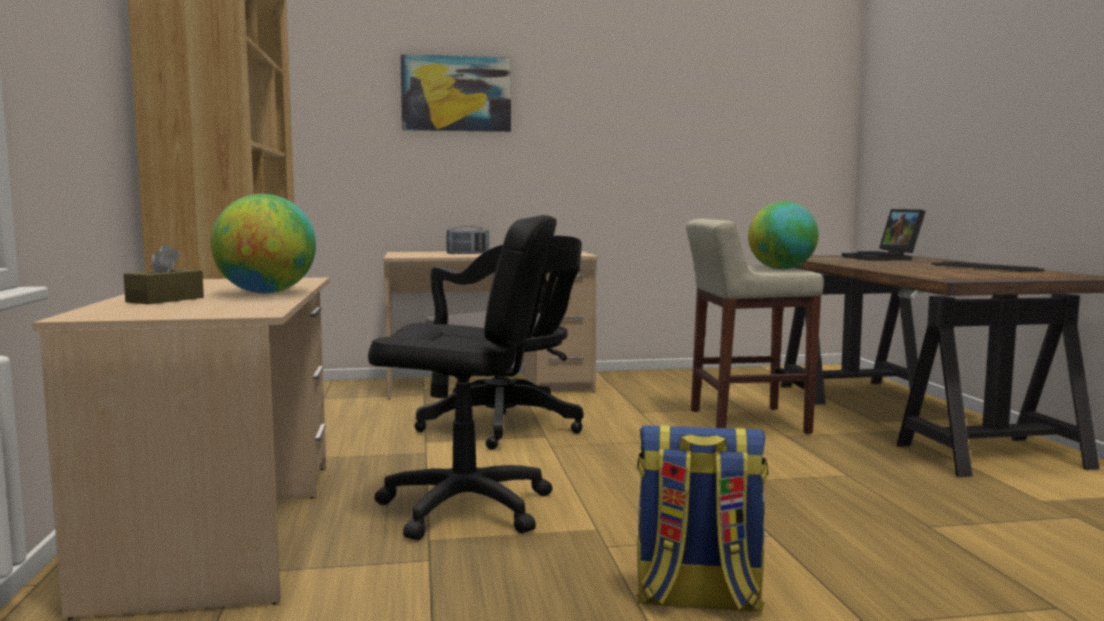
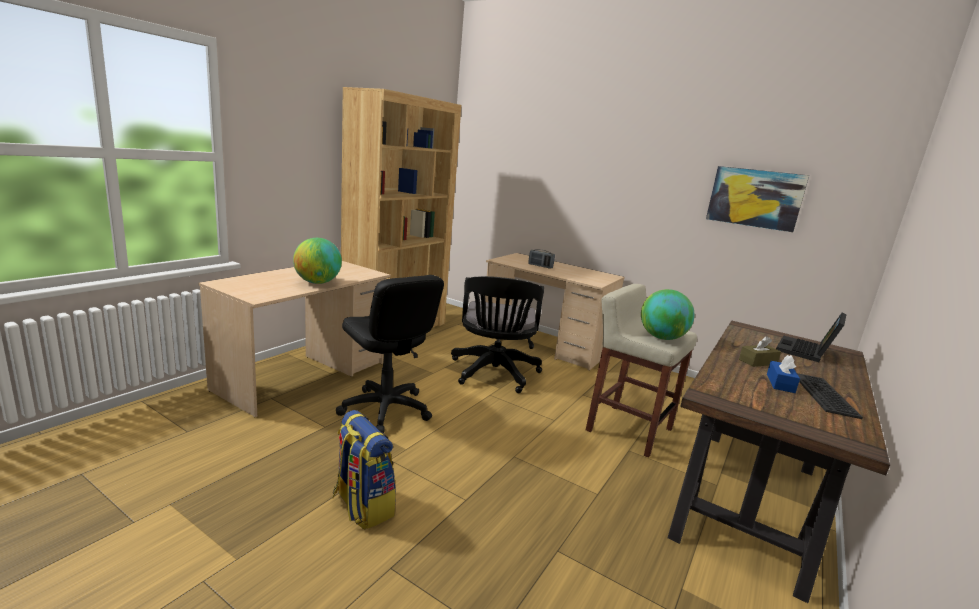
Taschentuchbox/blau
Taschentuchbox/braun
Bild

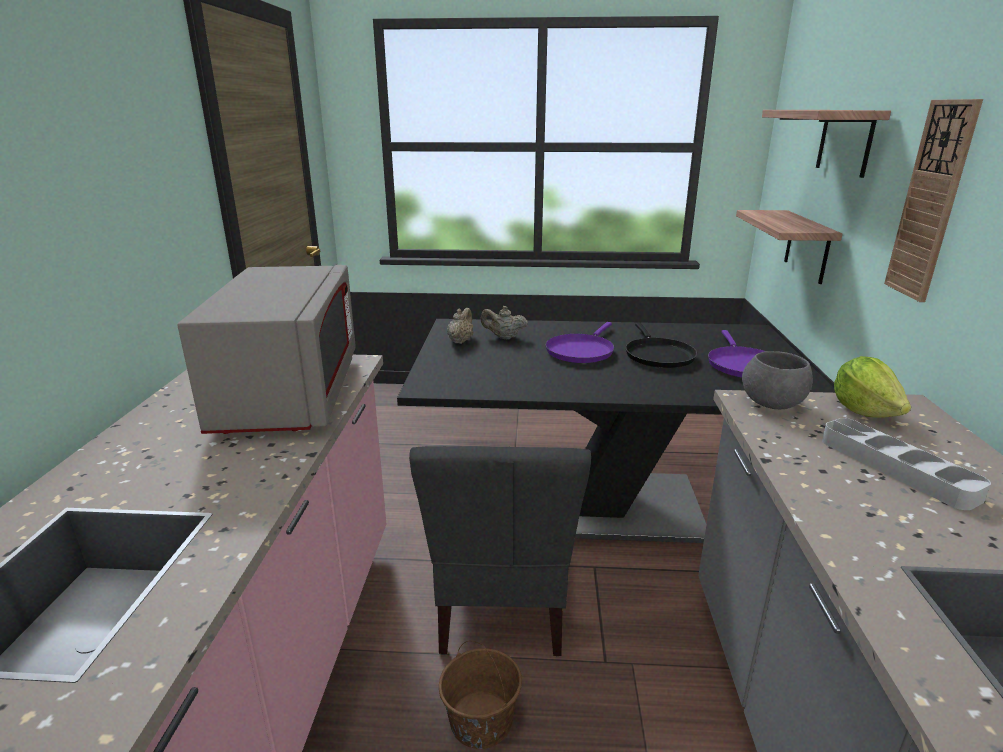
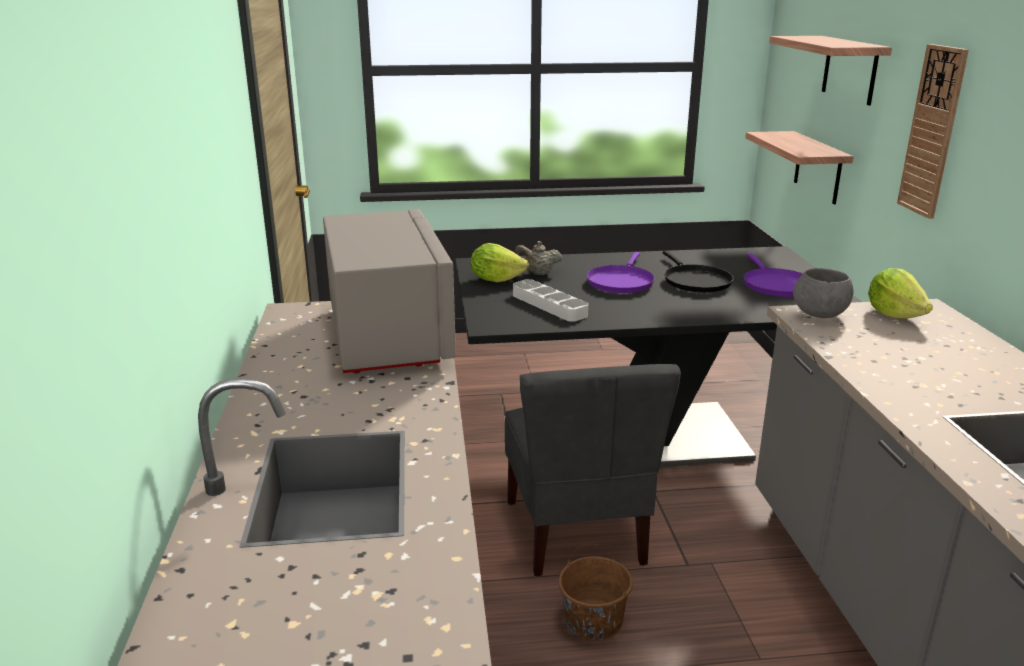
Tablett/grau
Salatkopf (1st from left)

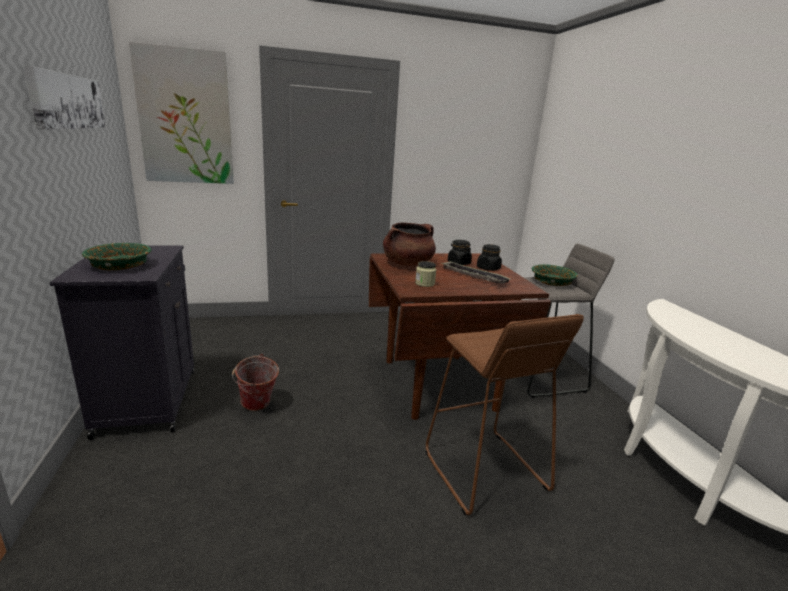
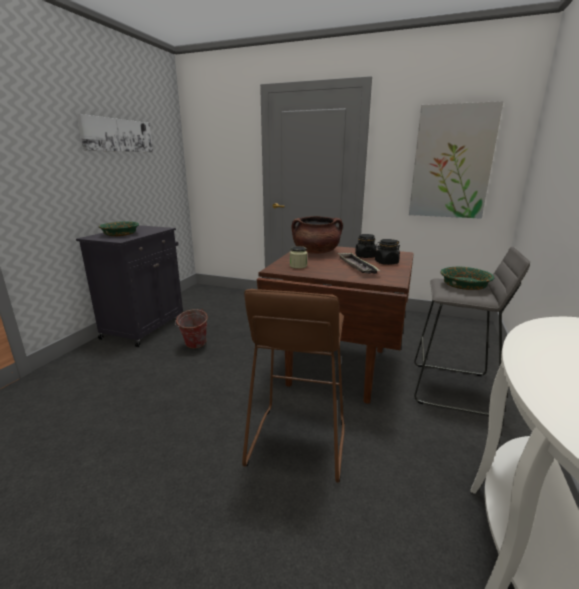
Bild (2nd from left)

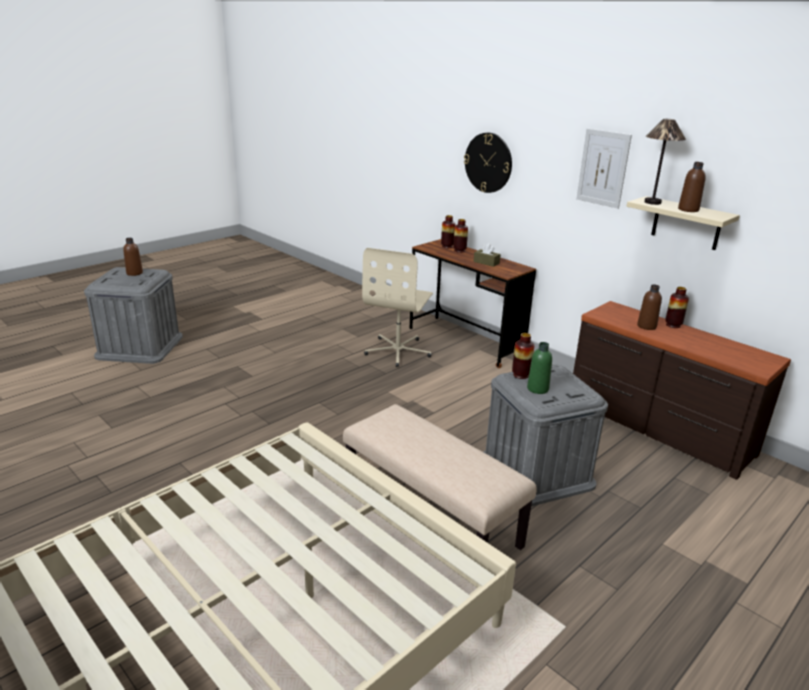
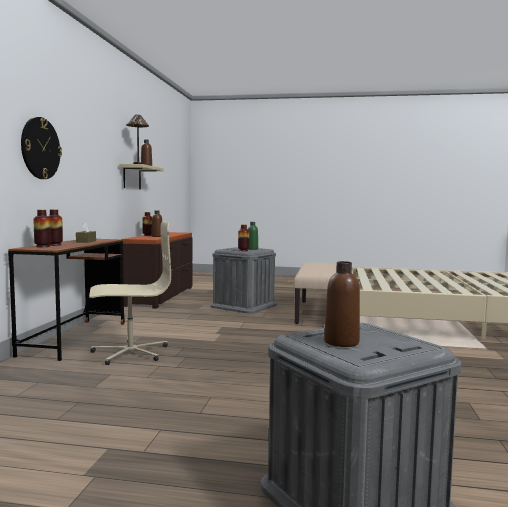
Bild

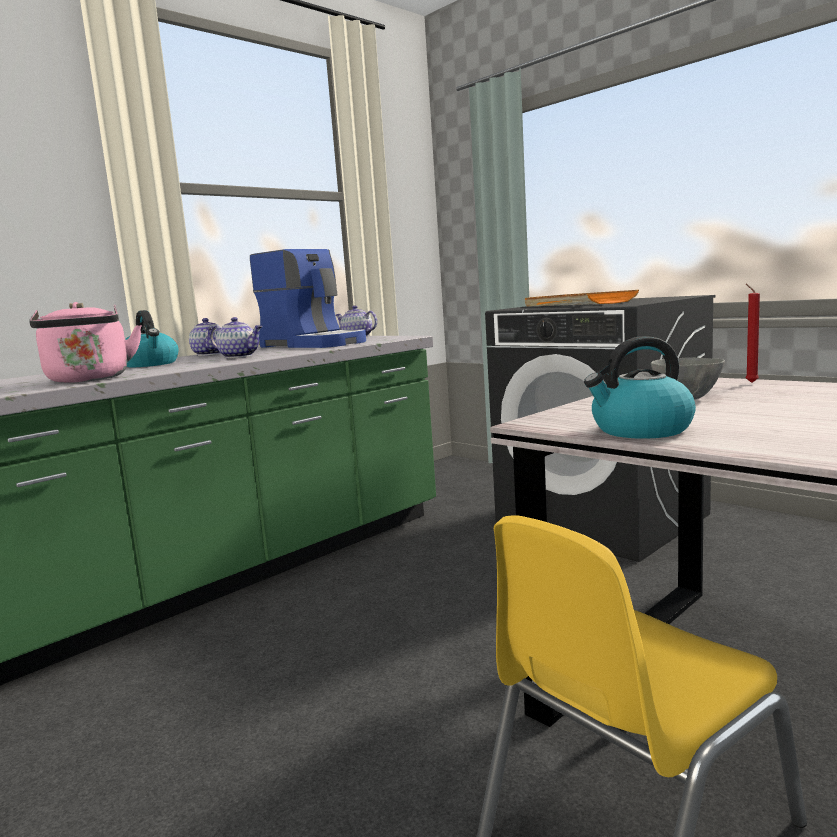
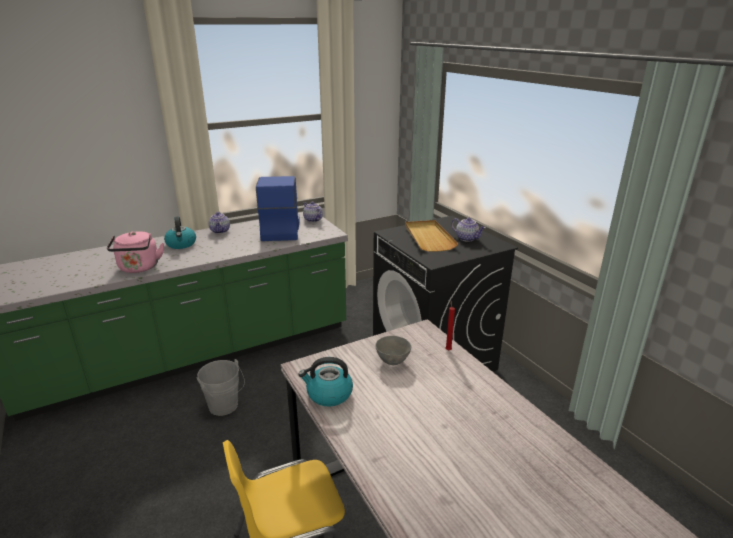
Eimer/grau
Teekanne (3rd from left)
Tablett/beige
Kaffeemaschine

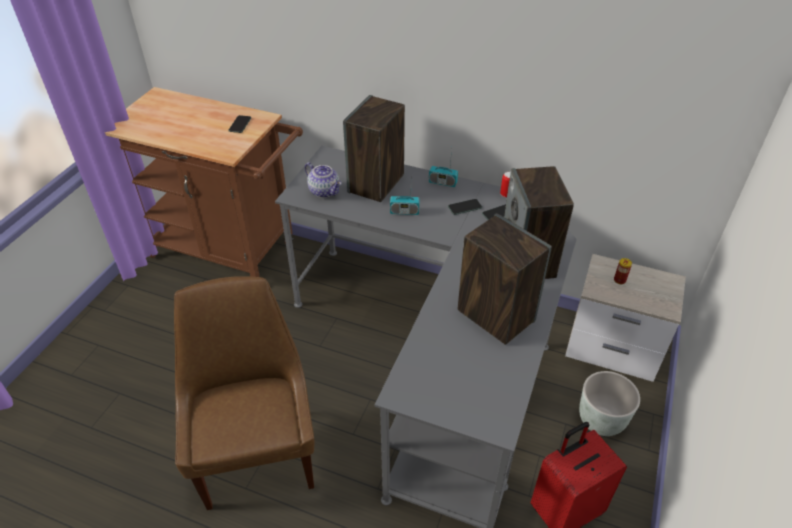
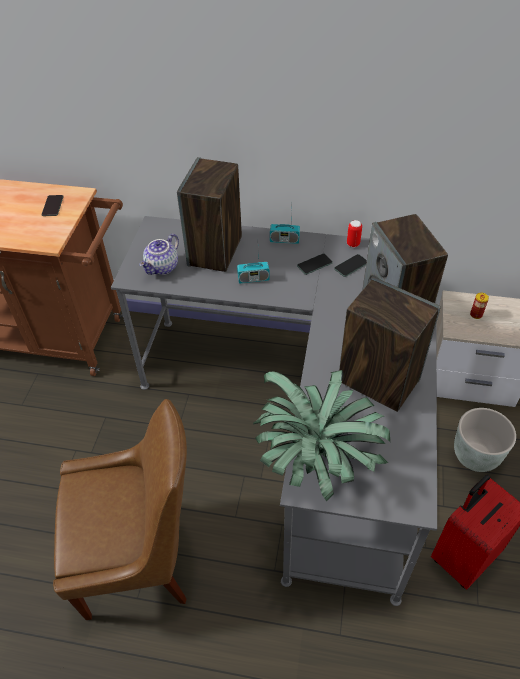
Topfpflanze
Stuhl/braun
Teekanne

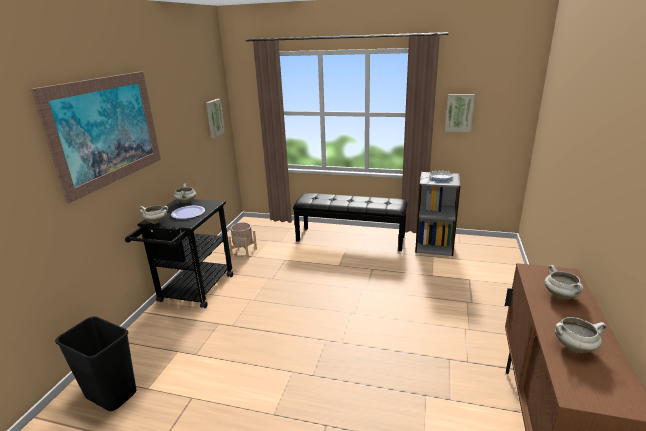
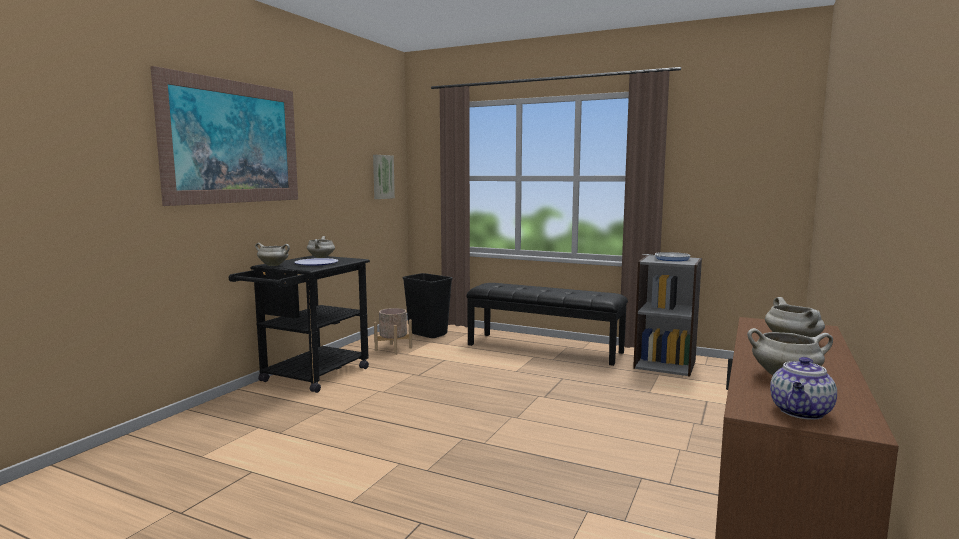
Bild (3rd from left in the first image)
Teekanne
Mülleimer/schwarz

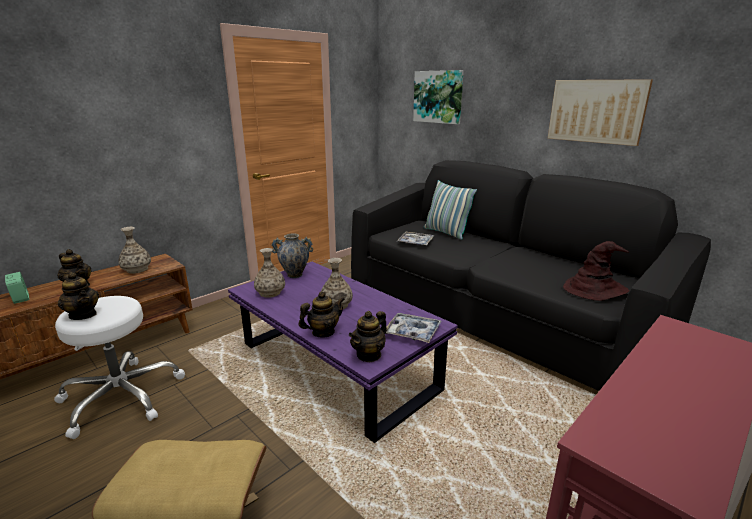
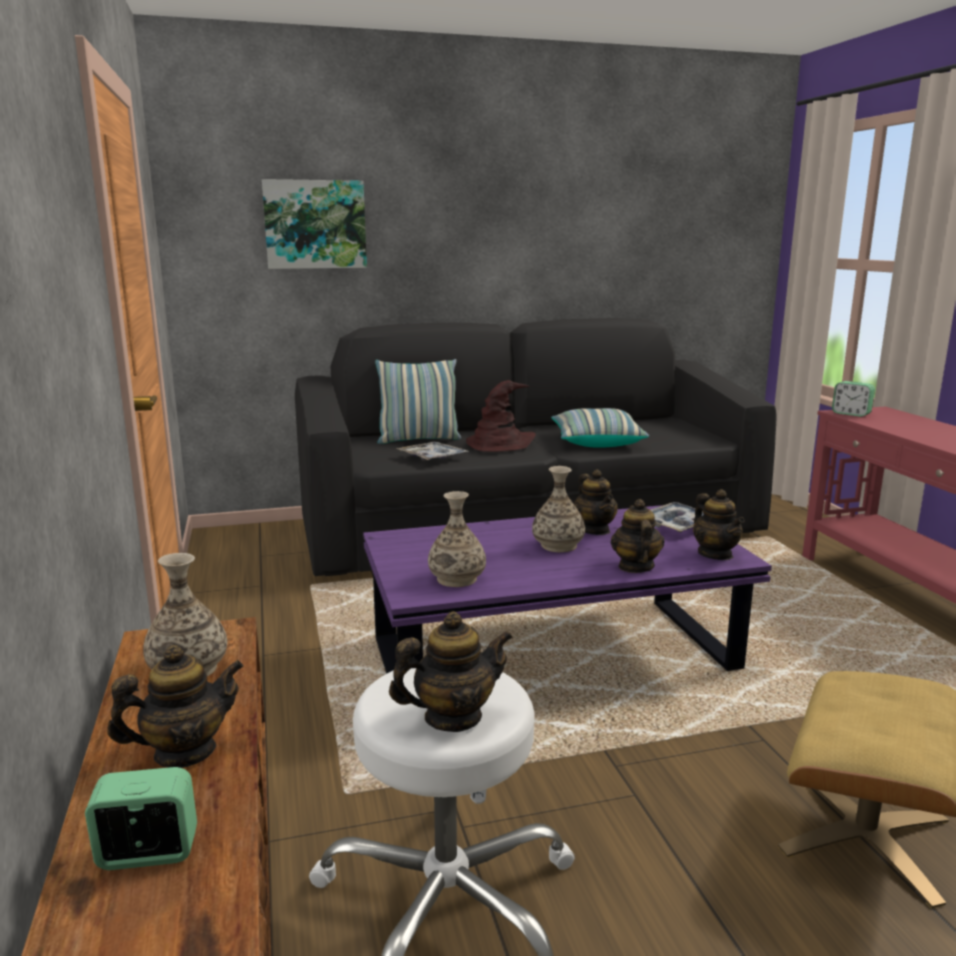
Vase (3rd from left in the first image)
Bild (2nd from left in the first image)
Kissen (2nd from left)
Teekanne (3rd from left)
Wecker (2nd from left)
Hut/braun

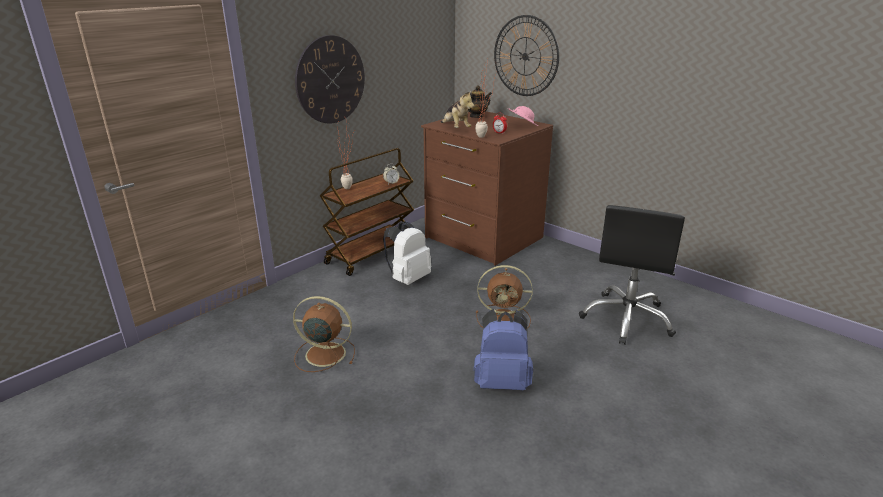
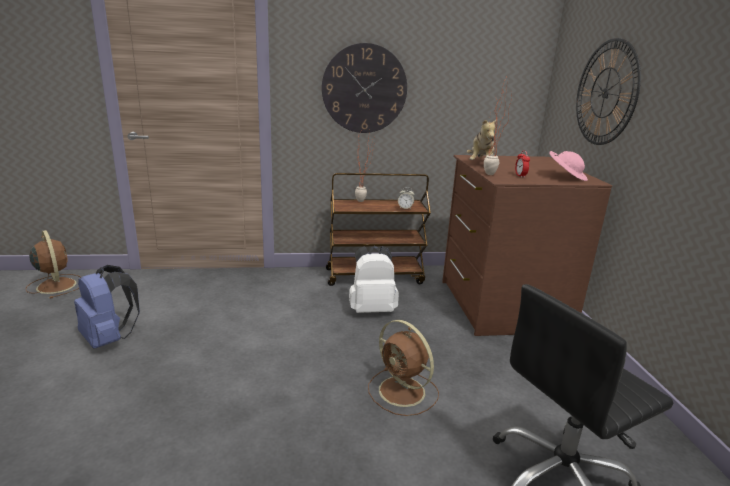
Teekanne
Ventilator/braun (1st from left)
Rucksack/blau

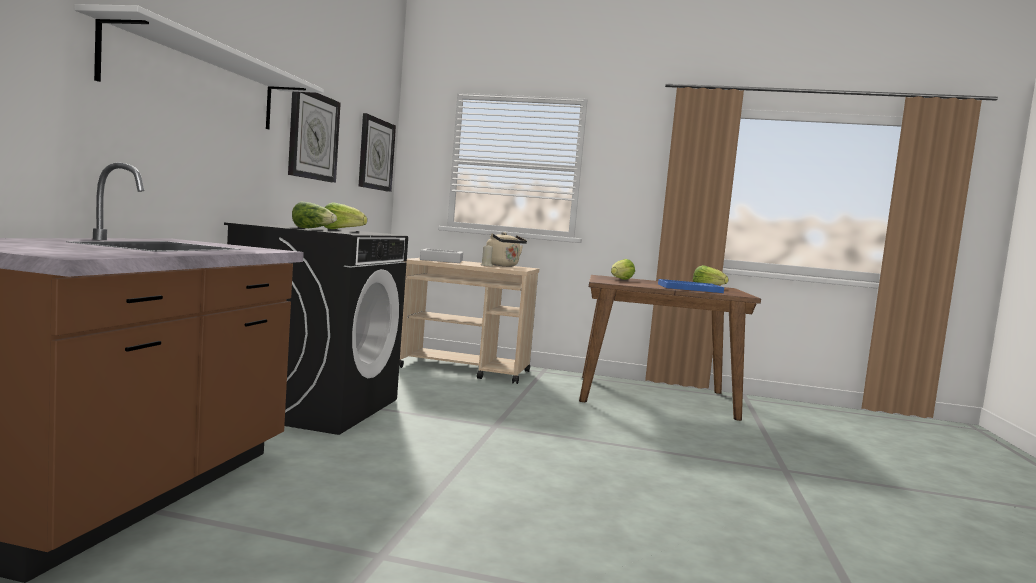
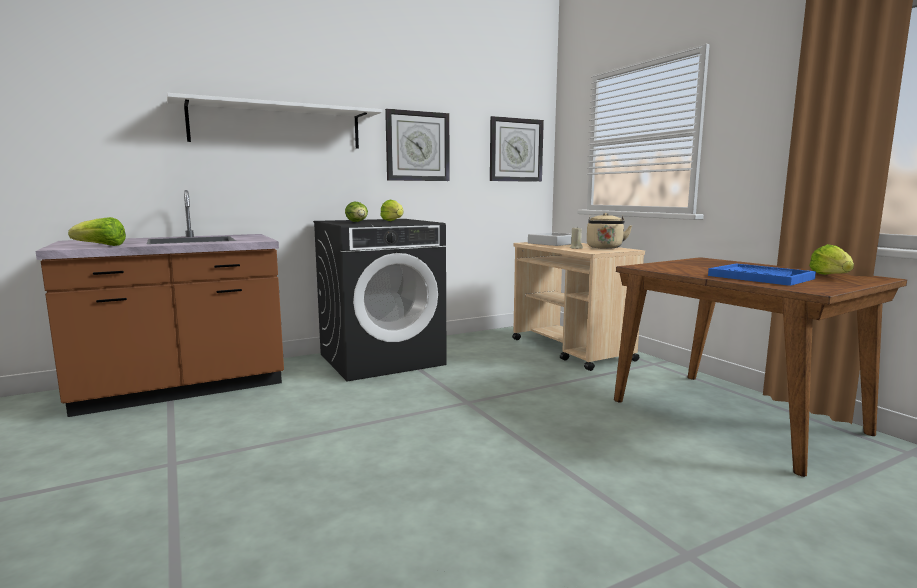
Salatkopf (1st from left)

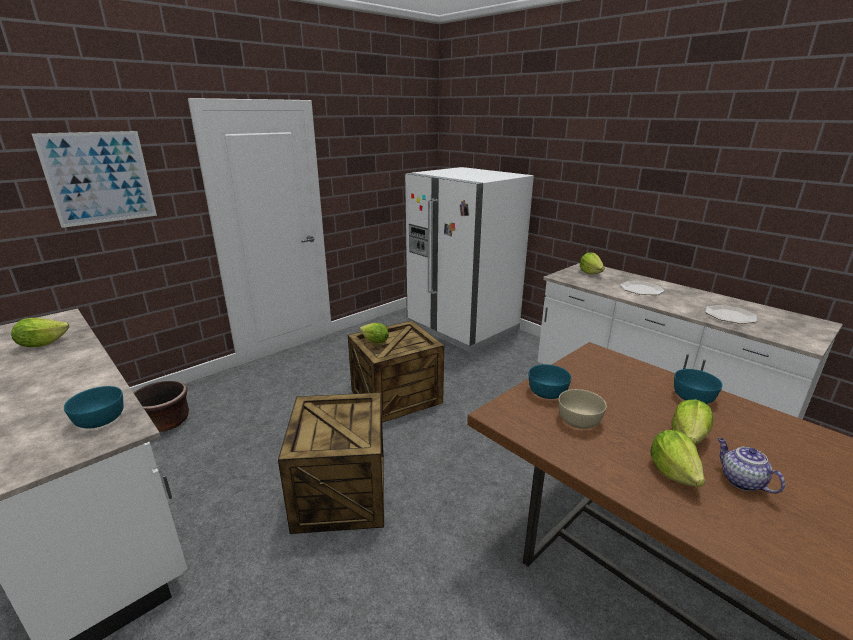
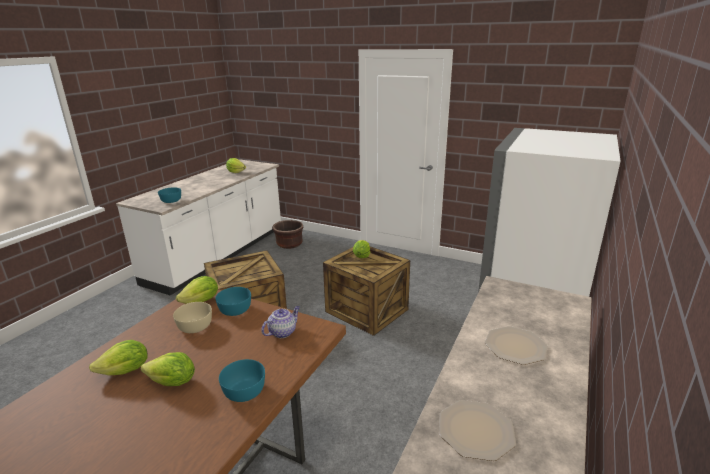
Bild
Salatkopf (3rd from left)
Teekanne

